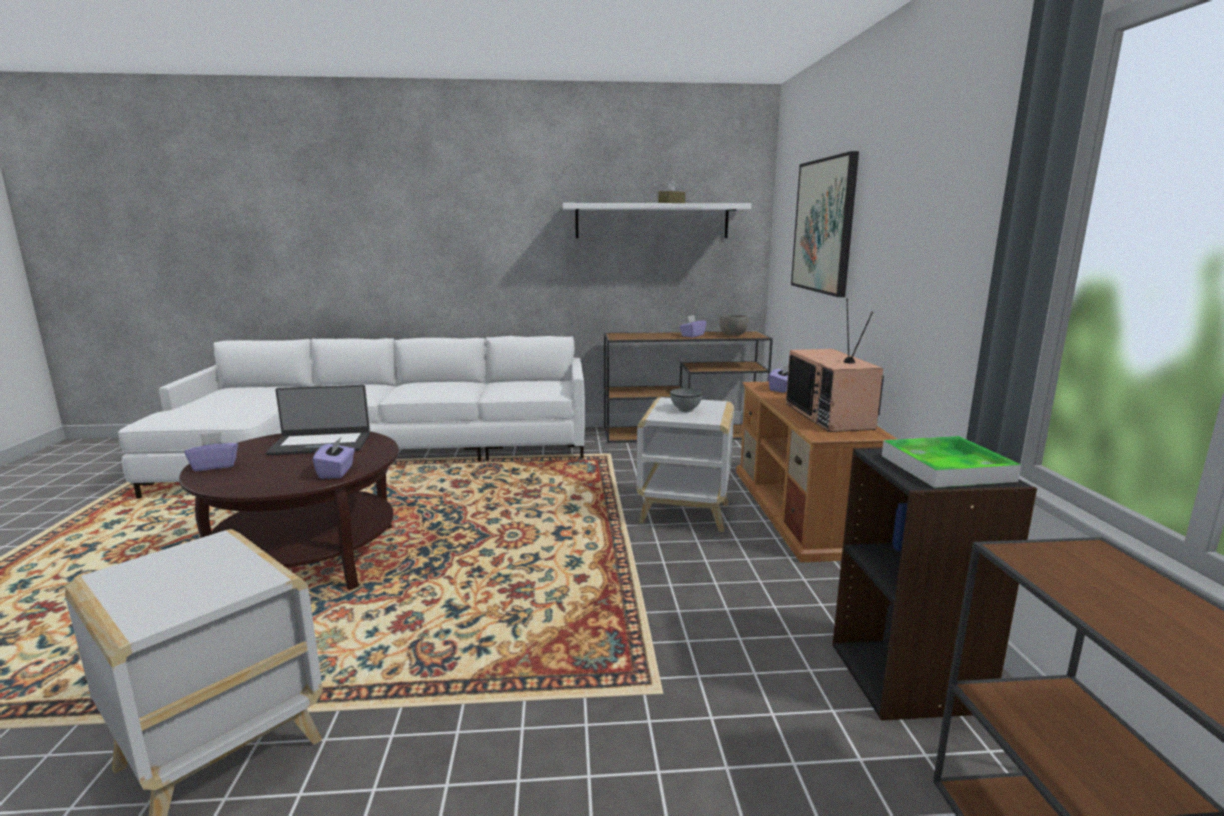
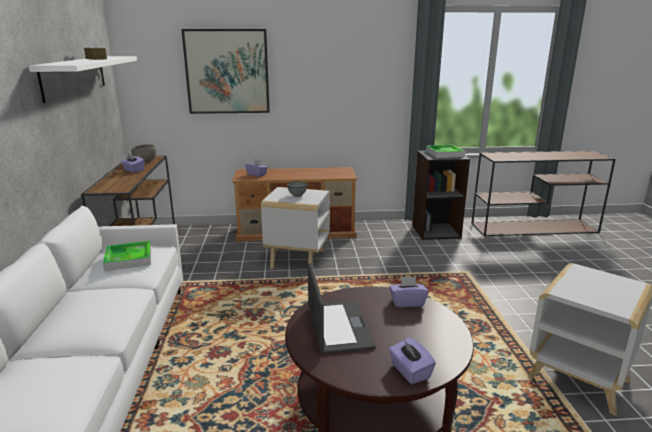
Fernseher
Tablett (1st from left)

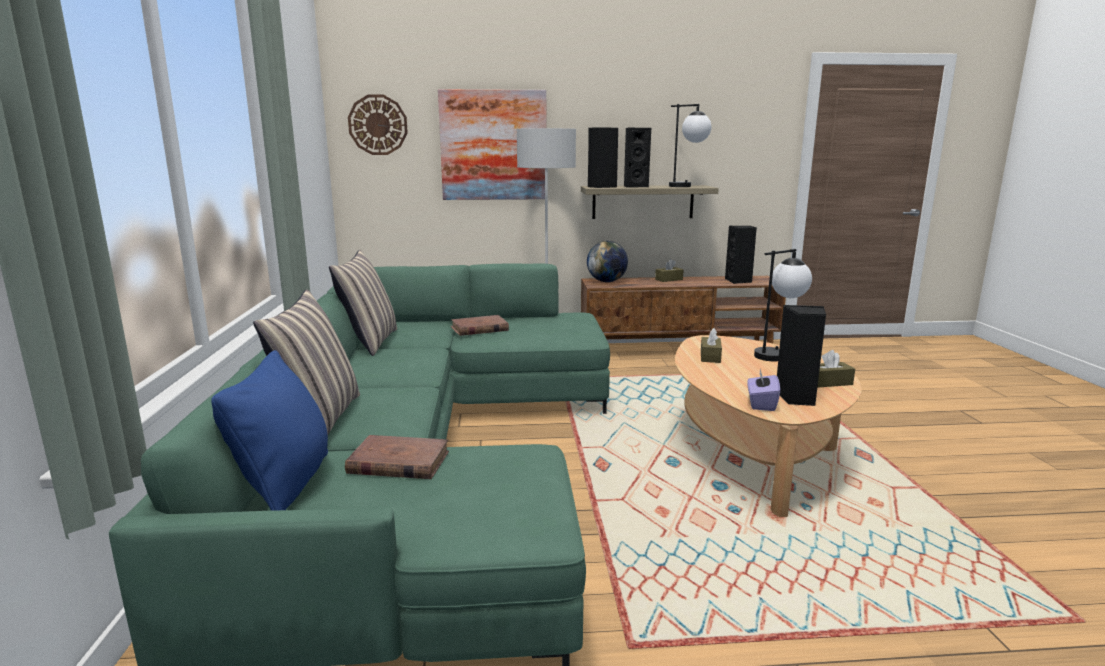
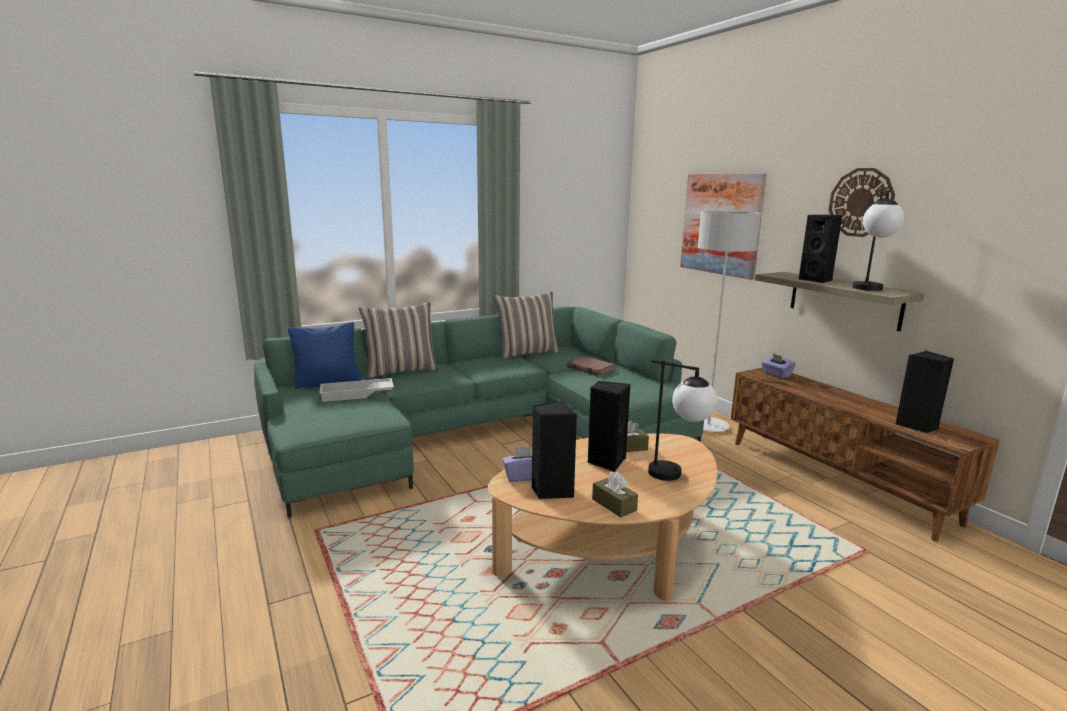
Taschentuchbox/braun (1st from left in the first image)
Wanduhr
Lautsprecher/schwarz (2nd from left)
Tablett/weiß
Taschentuchbox/lila (2nd from left)

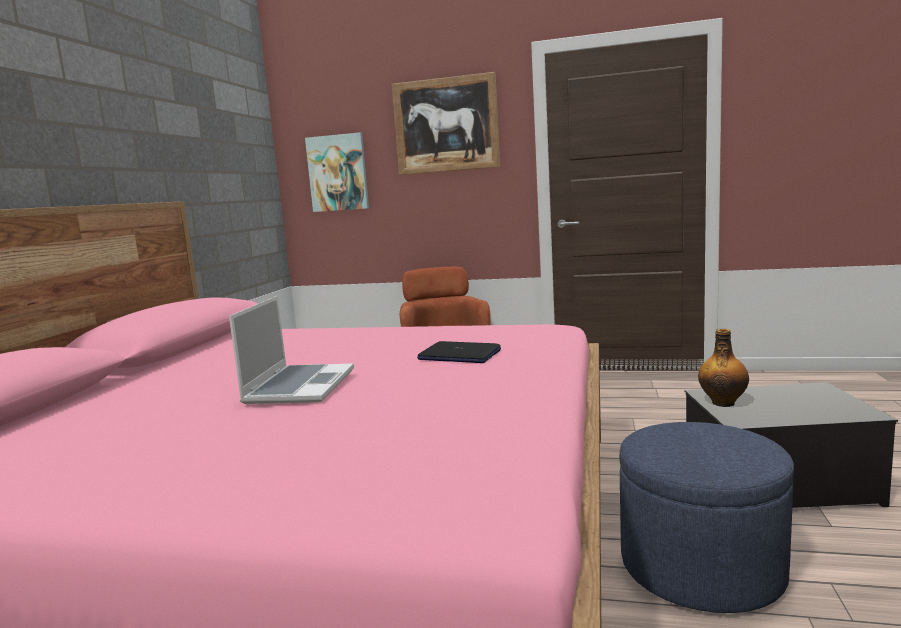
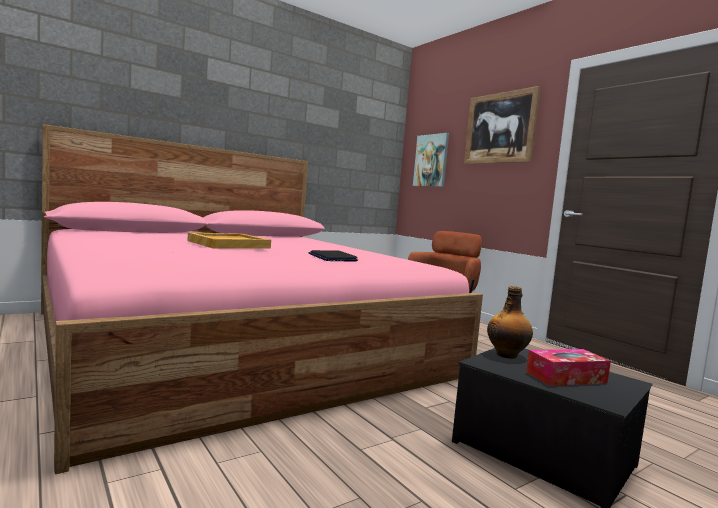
Polsterhocker/blau
Taschentuchbox
Tablett/beige

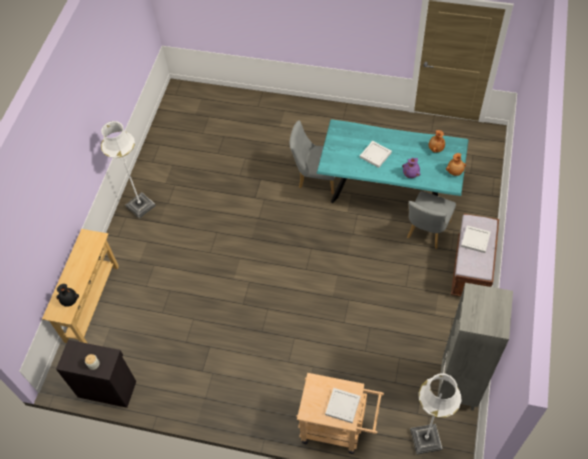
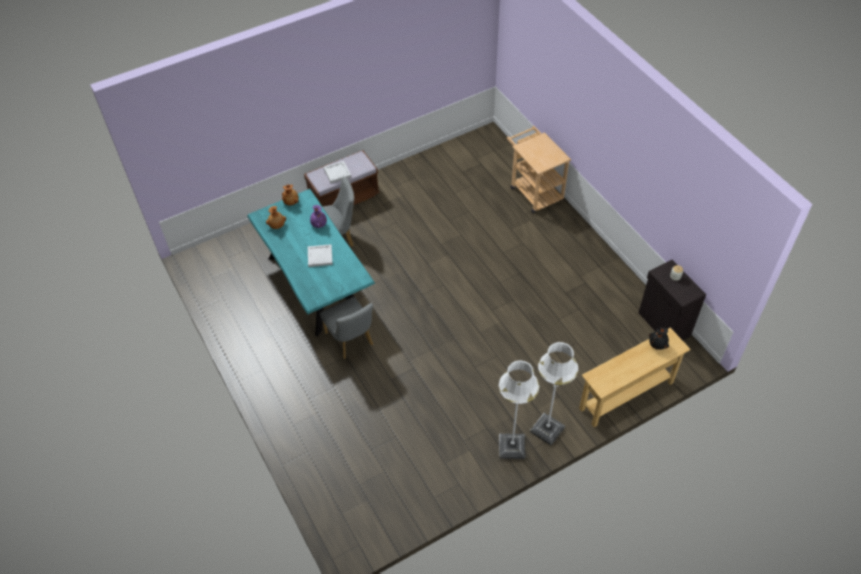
Tablett/weiß (1st from left in the first image)
Bücherregal/grau
Stehlampe/weiß (2nd from left)

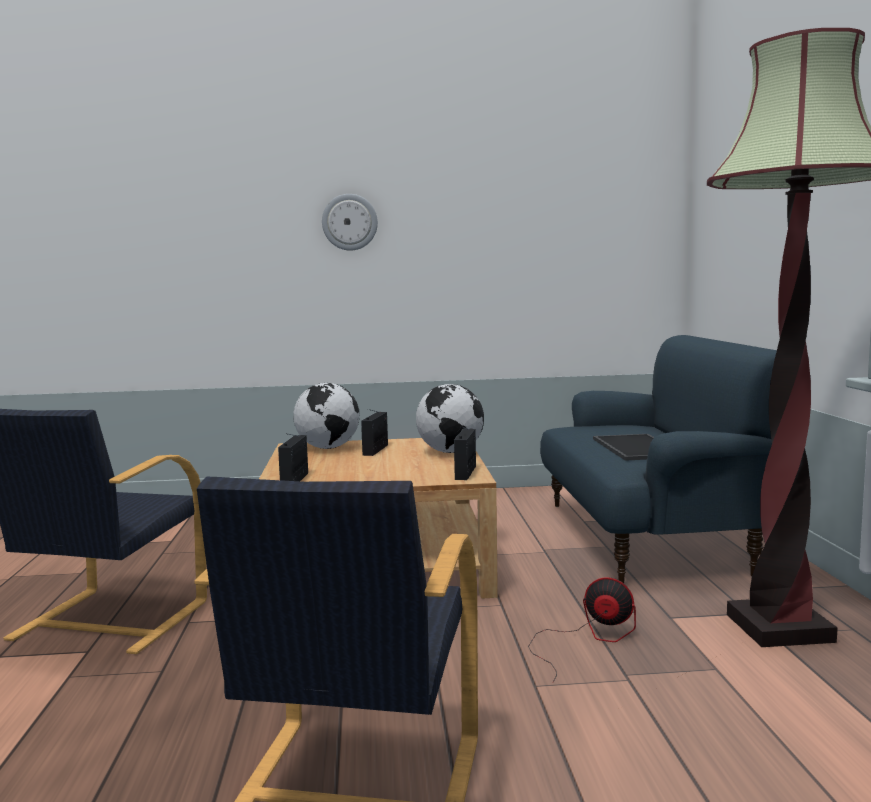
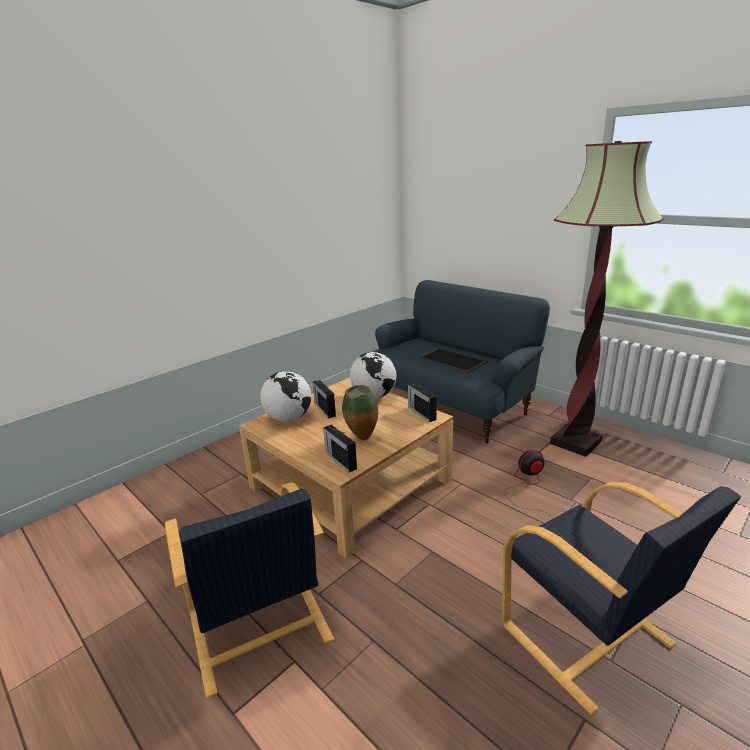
Wanduhr
Vase

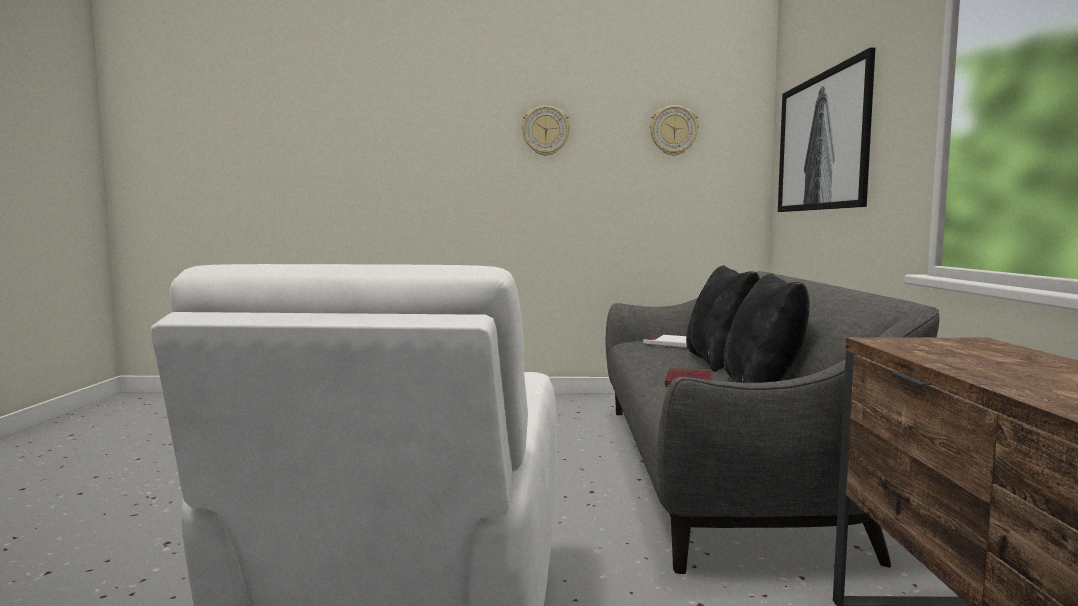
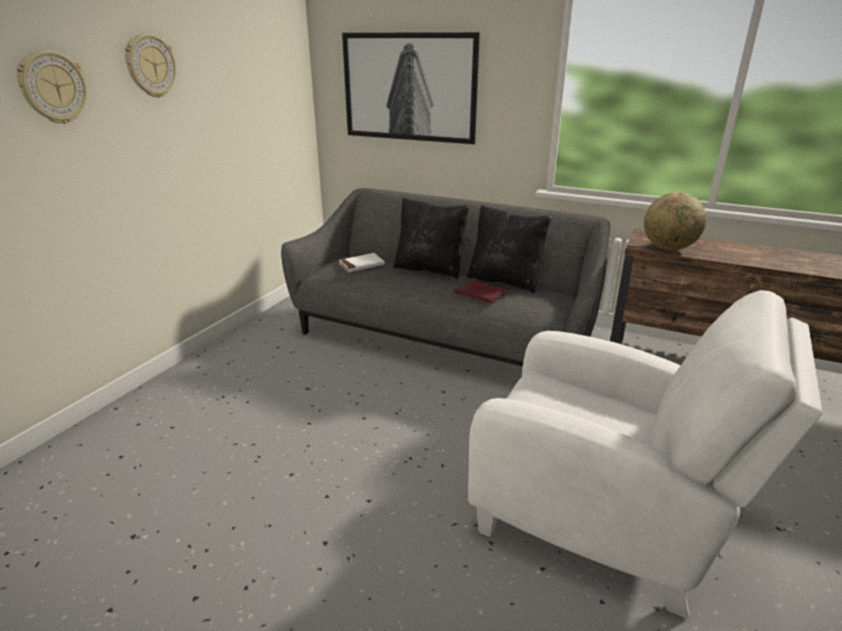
Globus
Wanduhr (1st from left)

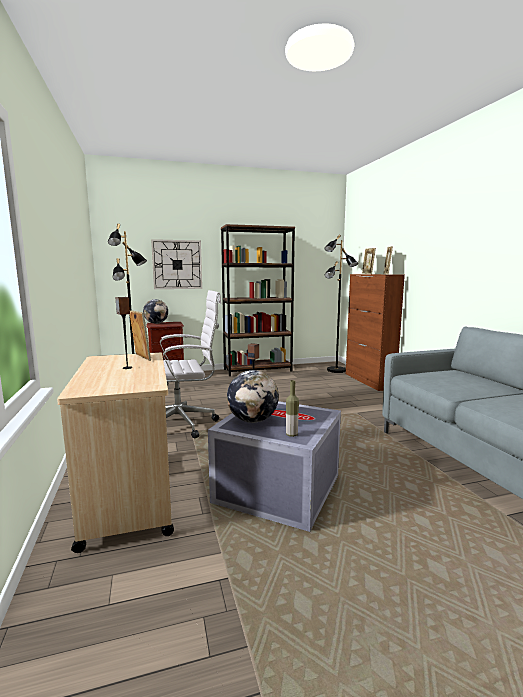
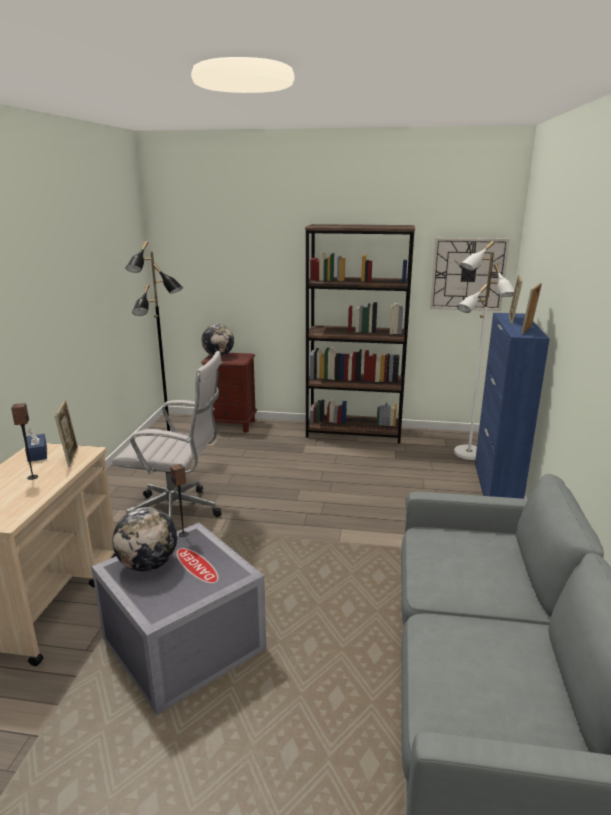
Flasche
Taschentuchbox/blau
Wanduhr
Stehlampe/weiß
Schrank/blau

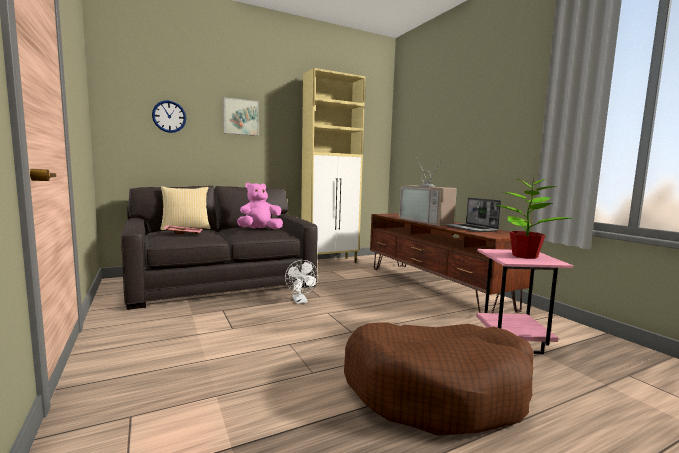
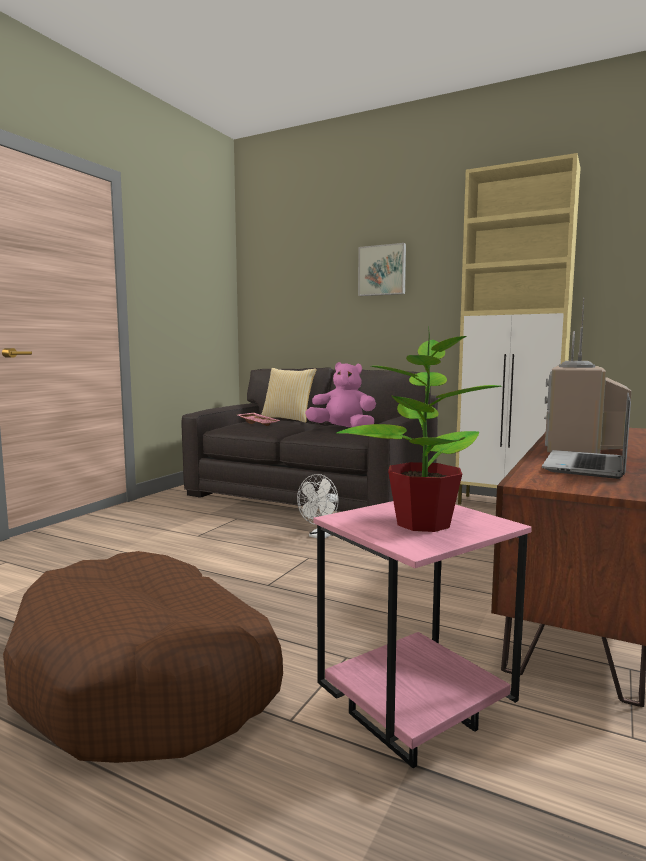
Wanduhr

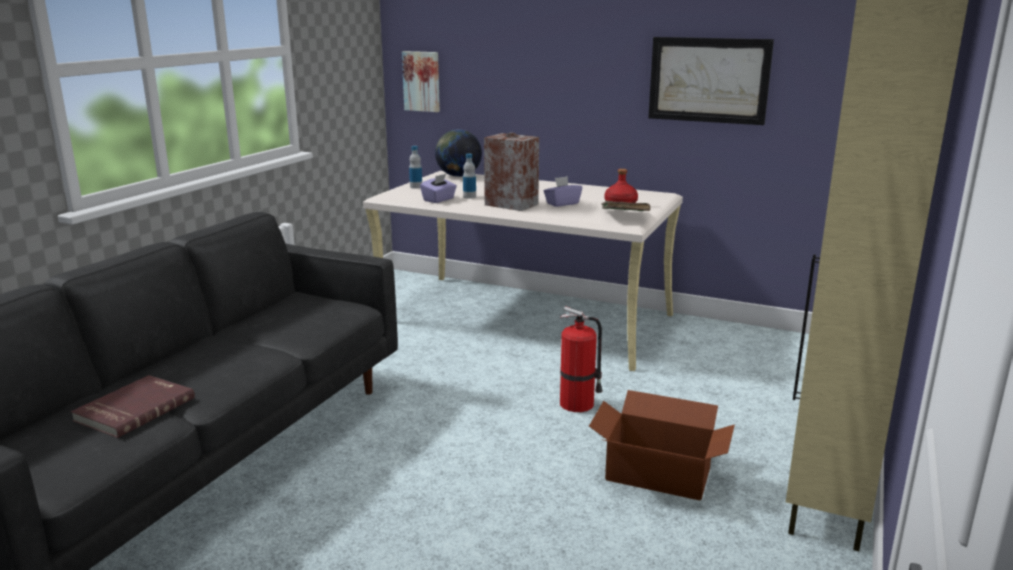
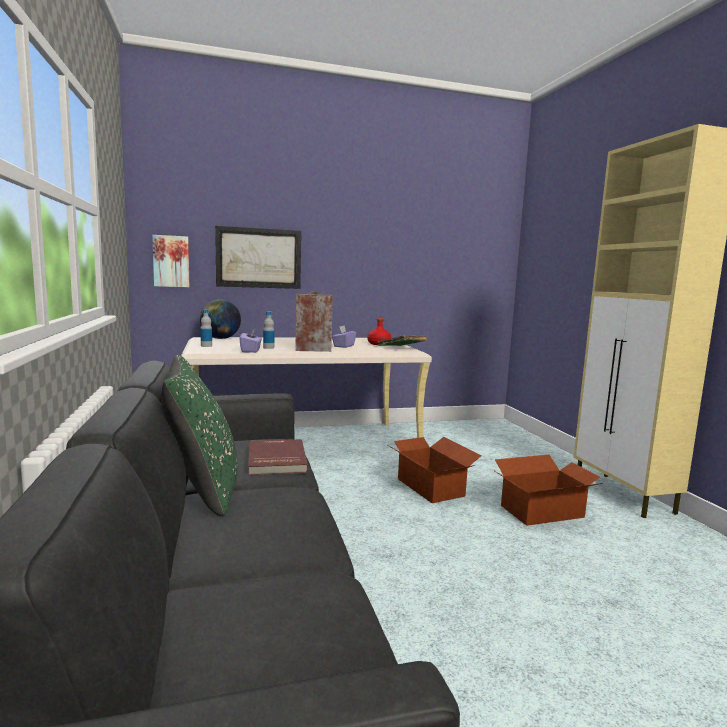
Kissen/grün
Buch/rot
Bild (2nd from left)
Karton (1st from left)

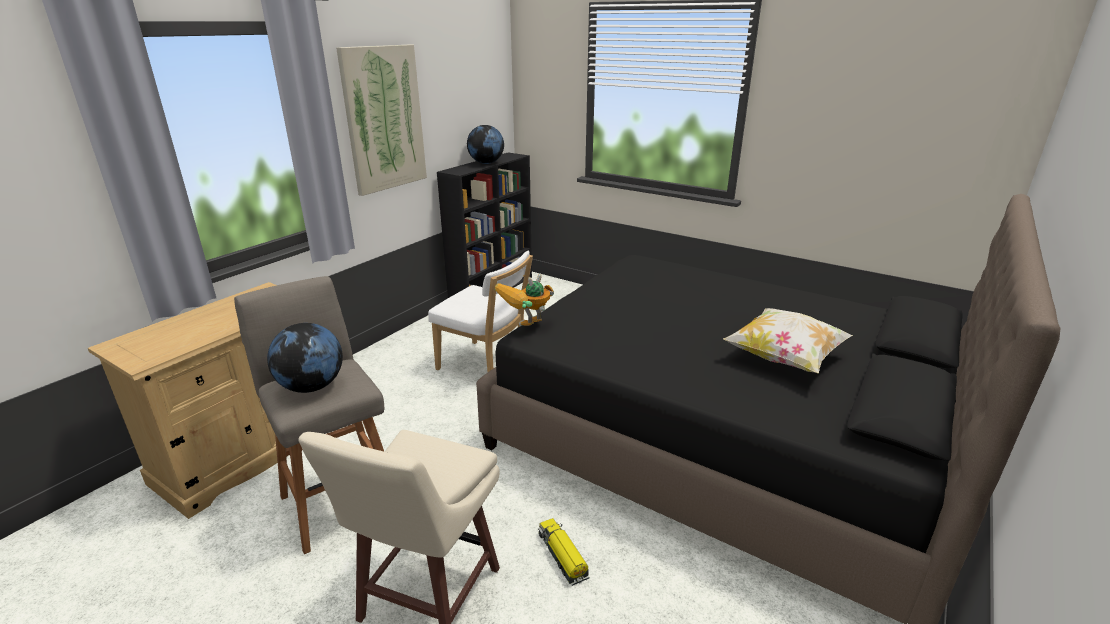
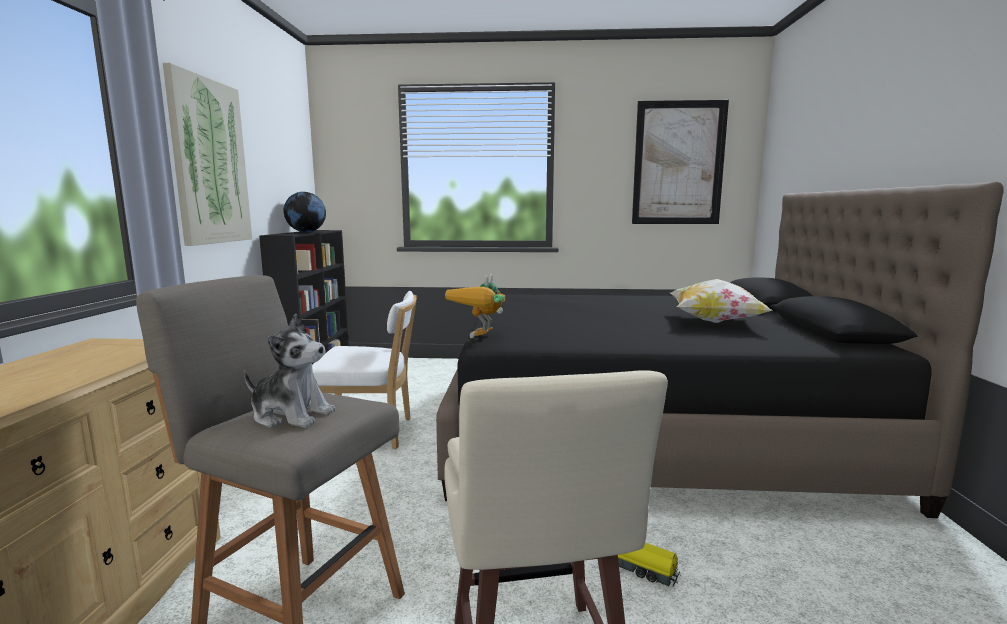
Bild (2nd from left)
Plüschtier

